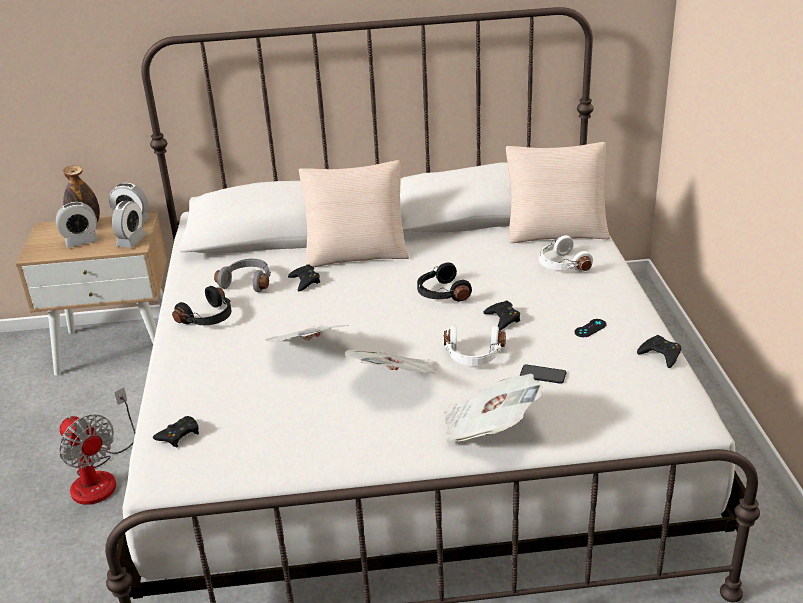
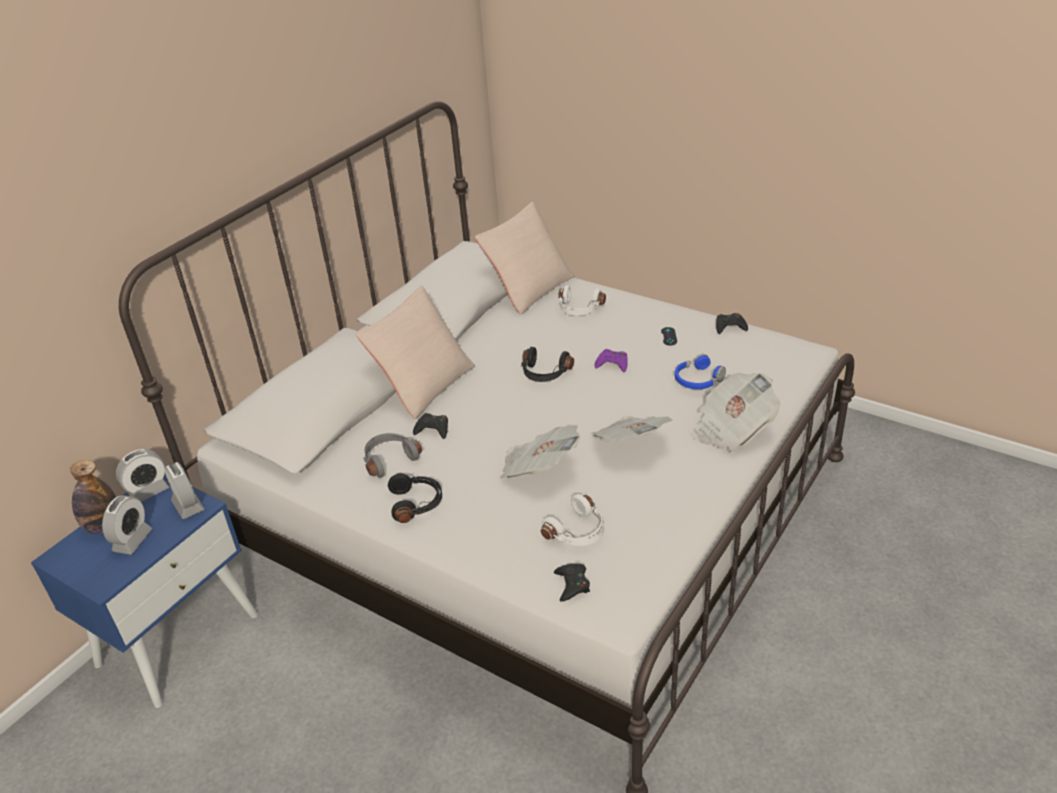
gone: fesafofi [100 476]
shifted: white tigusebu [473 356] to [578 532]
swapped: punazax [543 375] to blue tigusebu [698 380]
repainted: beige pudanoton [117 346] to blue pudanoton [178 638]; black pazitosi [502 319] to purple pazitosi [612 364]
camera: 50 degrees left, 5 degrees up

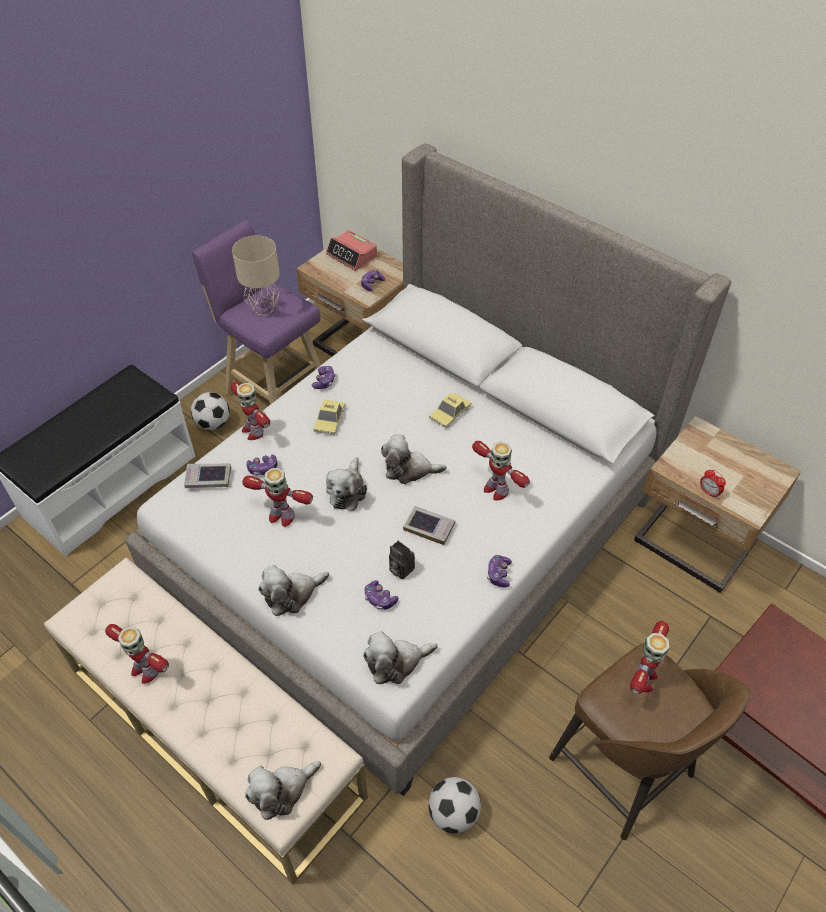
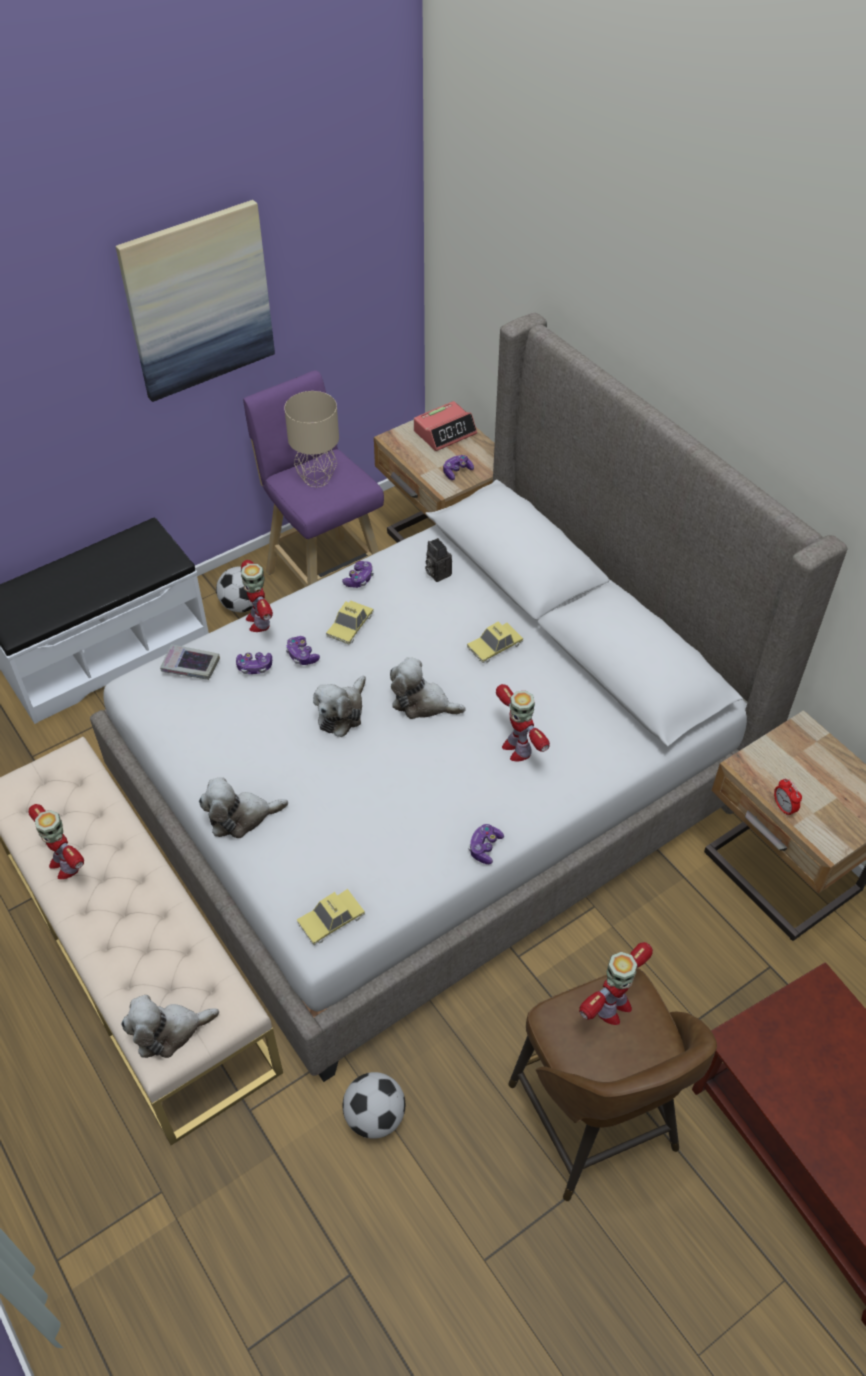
gone: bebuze [281 516]; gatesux [429 527]
new: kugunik [198 301]
shifted: pazitosi [380 599] to [302 655]; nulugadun [400 569] to [437 573]
swapped: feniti [396 662] to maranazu [331 920]
rotated: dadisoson [352 255] = [445 432] 90 degrees counterclockwise
camera: 15 degrees right, 0 degrees up

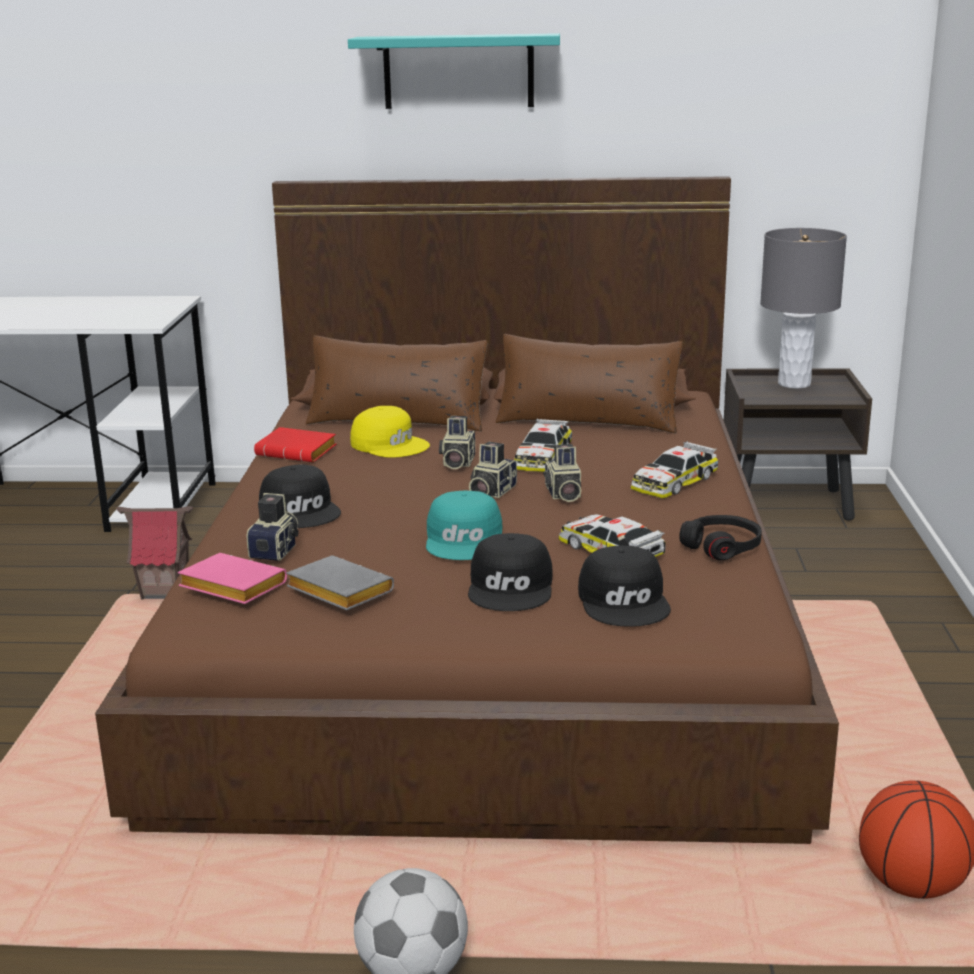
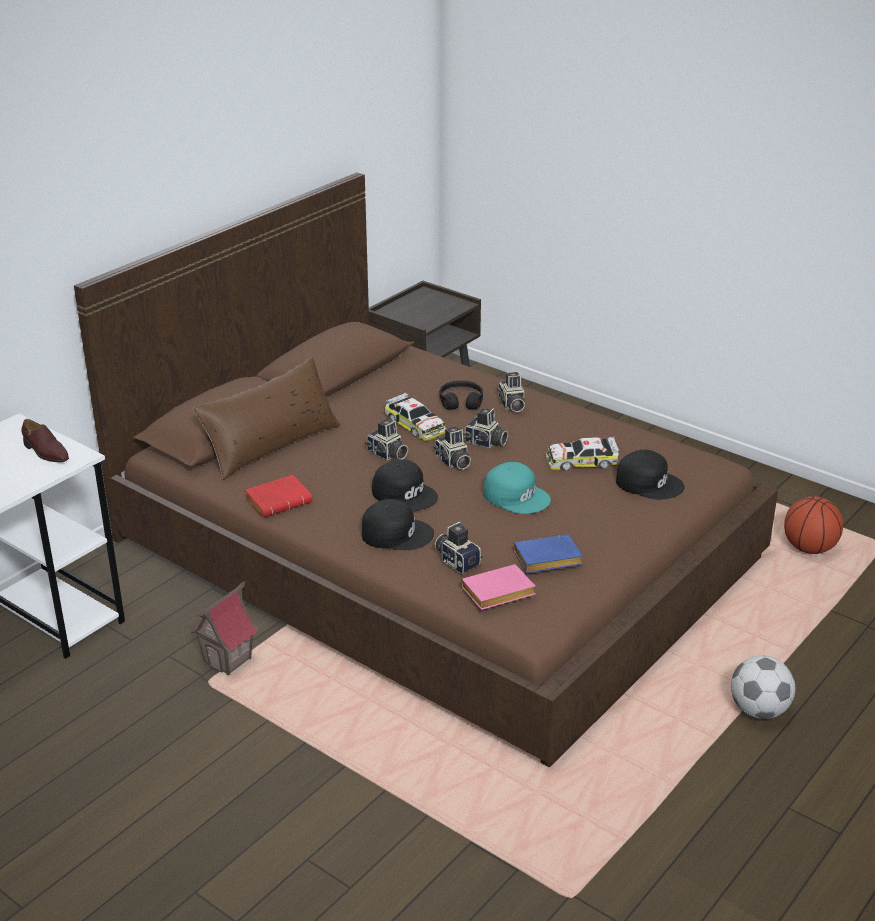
gone: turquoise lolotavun [458 71]; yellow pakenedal [390 444]; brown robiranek [587 421]; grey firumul [793 384]
new: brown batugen [45 452]
shifted: black pakenedal [512 587] to [405 493]; black tigusebu [722 547] to [461 401]
swapped: maranazu [674 482] to nulugadun [511 405]
repainted: grey gatesux [336 591] to blue gatesux [546 560]
camera: 55 degrees left, 10 degrees up

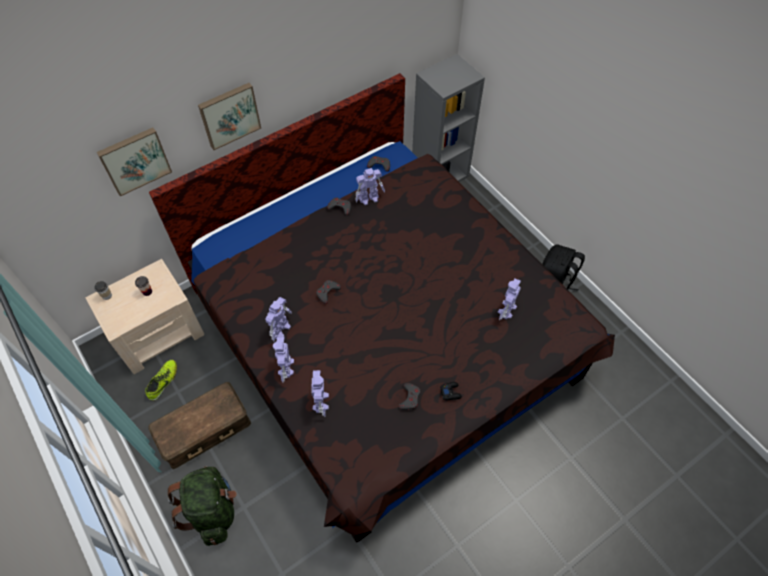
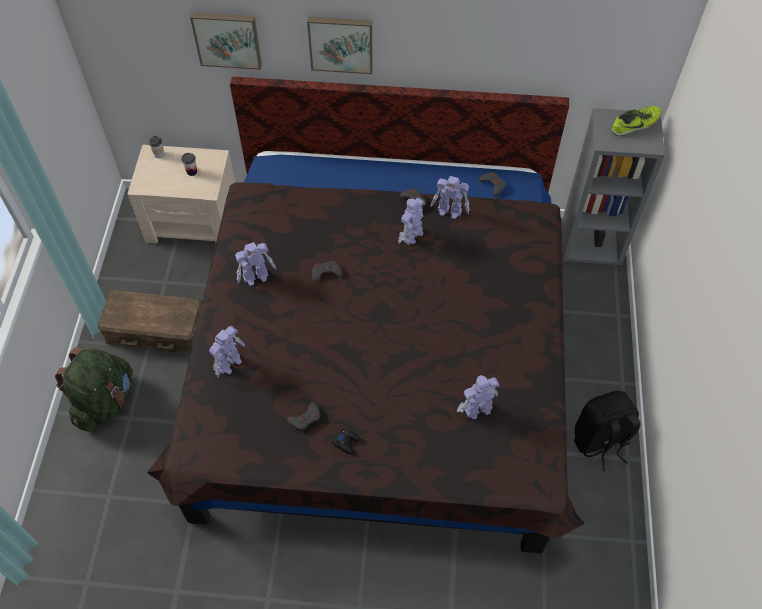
shifted: batugen [163 381] to [635 124]; bebuze [286 368] to [411 235]
camera: 40 degrees right, 0 degrees up

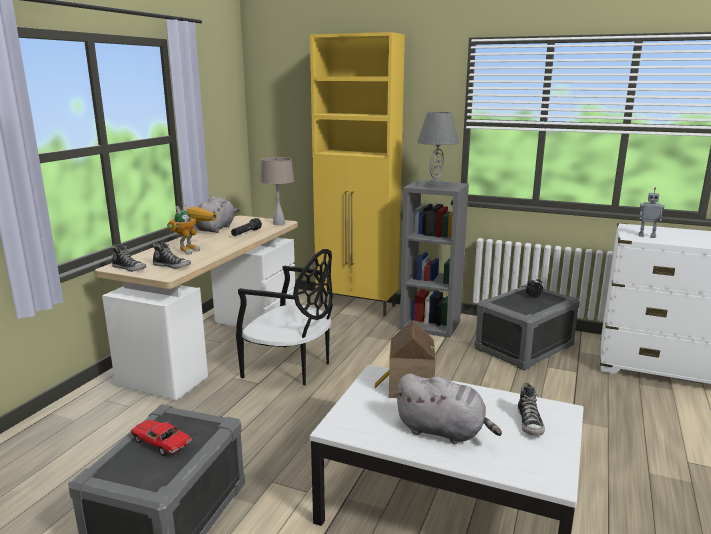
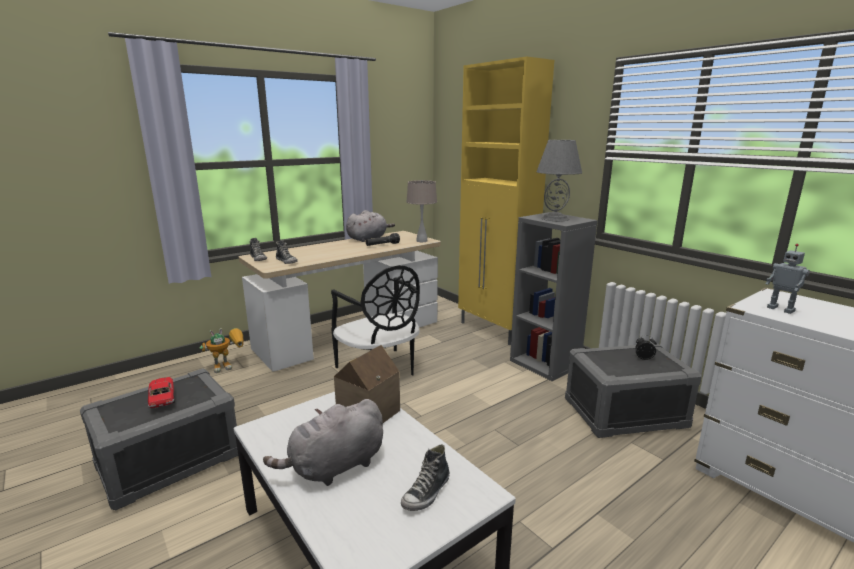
shifted: bebuze [192 249] to [229 365]
rotated: grey feniti [443 431] = [334 467] 90 degrees clockwise
camera: 30 degrees right, 0 degrees up

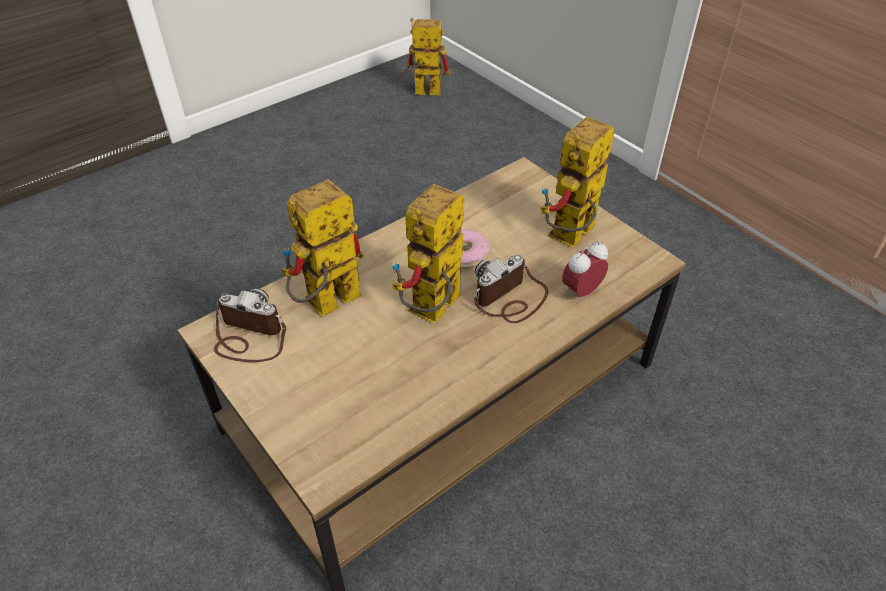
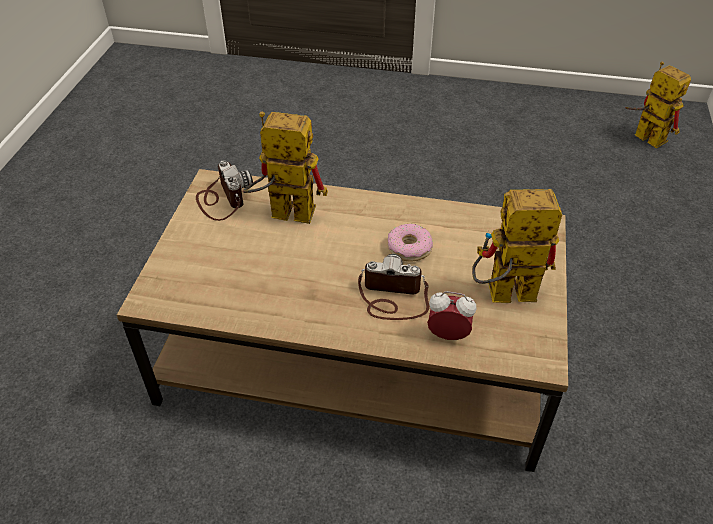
gone: bebuze [432 313]
camera: 50 degrees right, 0 degrees up

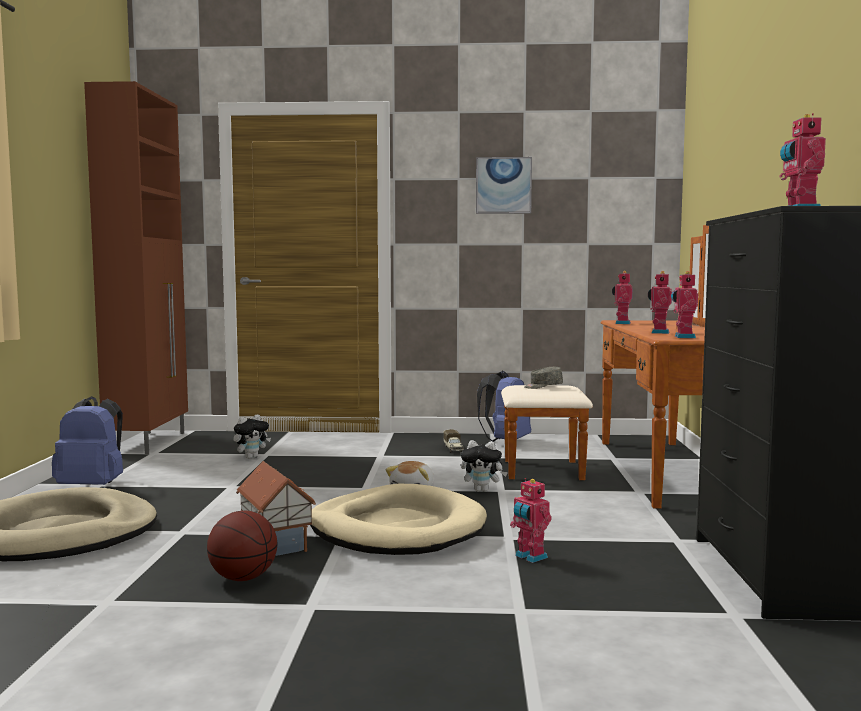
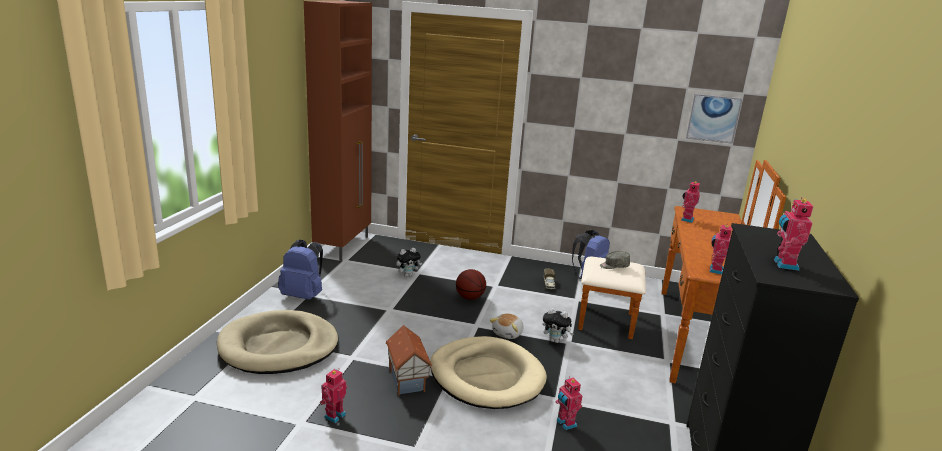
shifted: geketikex [243 578] to [470 298]; kugunik [503 185] to [713 118]; bebuze [658 332] to [334 415]
camera: 10 degrees right, 15 degrees up

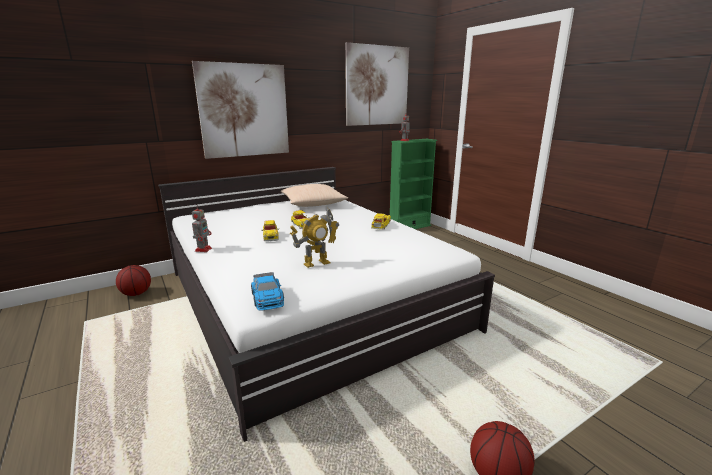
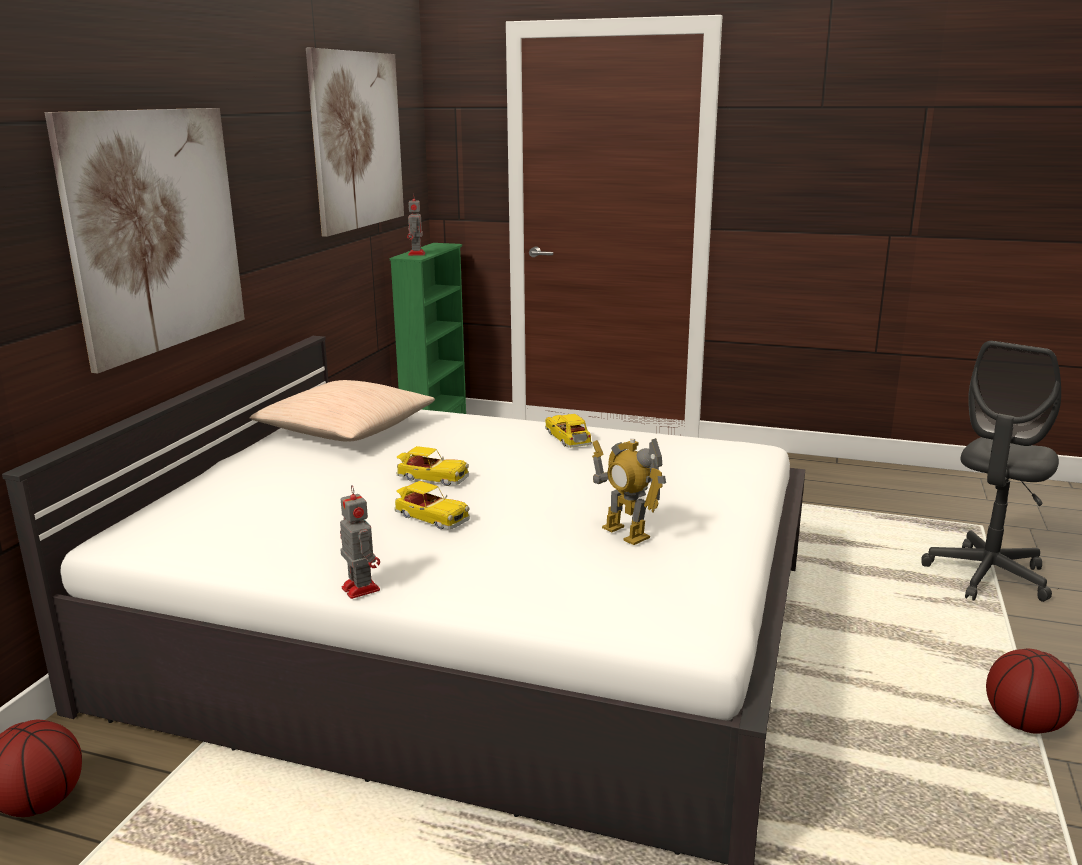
gone: maranazu [267 298]
new: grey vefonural [987 576]
rotated: bebuze [316 263] = [625 533] 120 degrees clockwise
camera: 40 degrees left, 0 degrees up

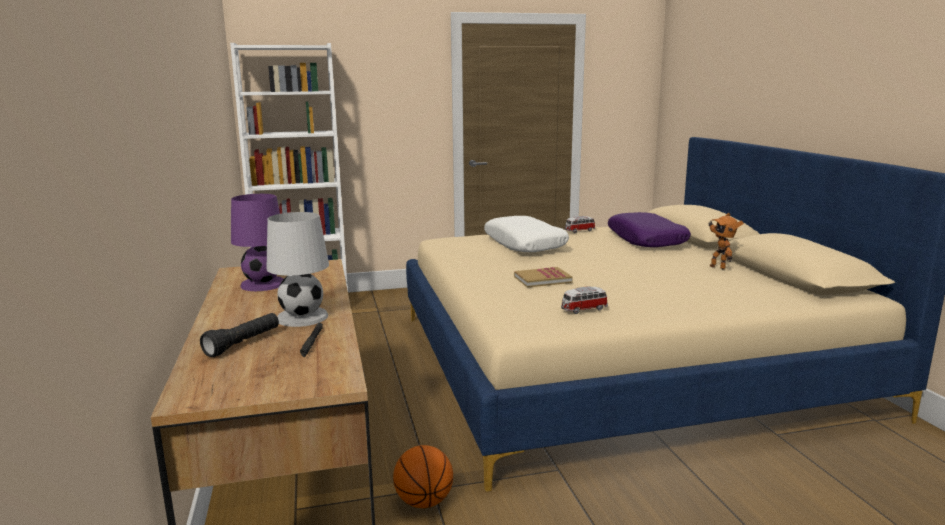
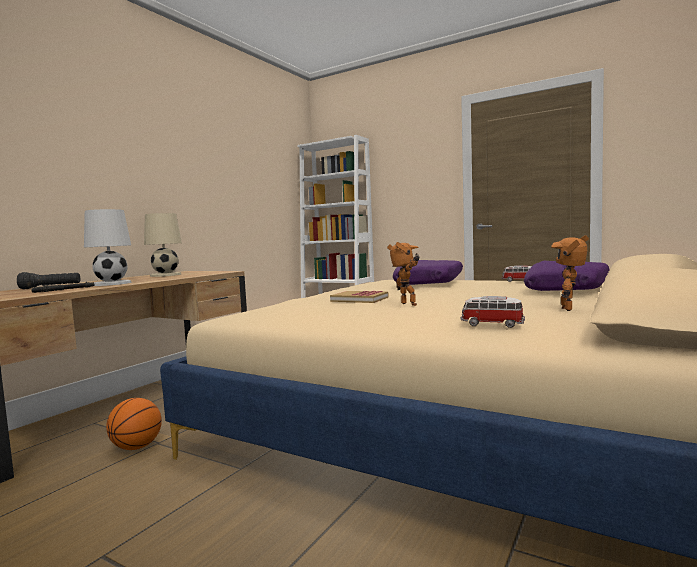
new: bebuze [406 305]
shifted: maranazu [583 309] to [491 325]
repainted: purple firumul [262 284] to beige firumul [165 275]; white robiranek [525 244] to purple robiranek [430 283]
camera: 45 degrees right, 10 degrees down

